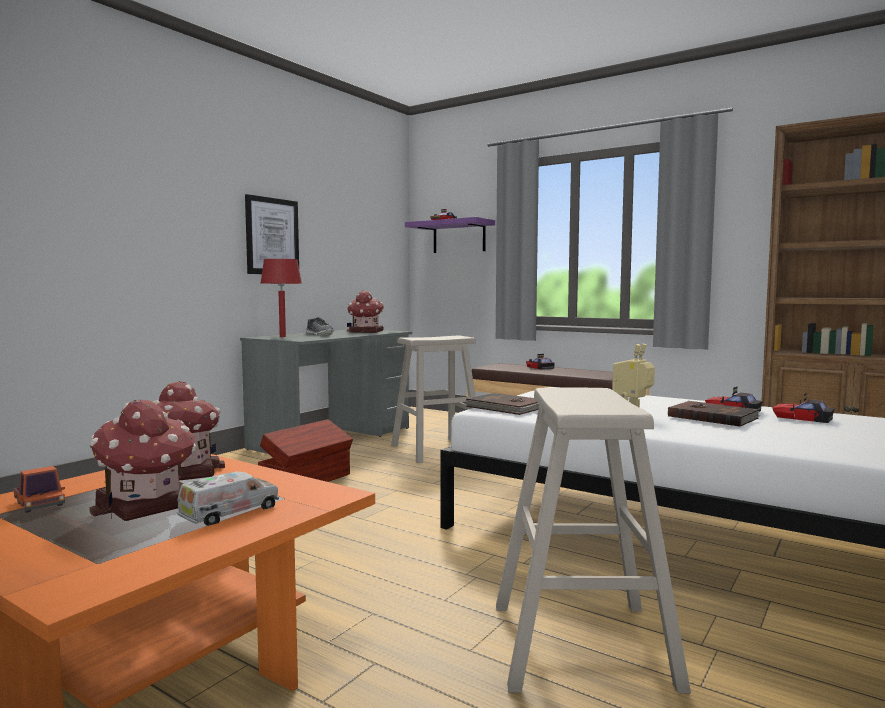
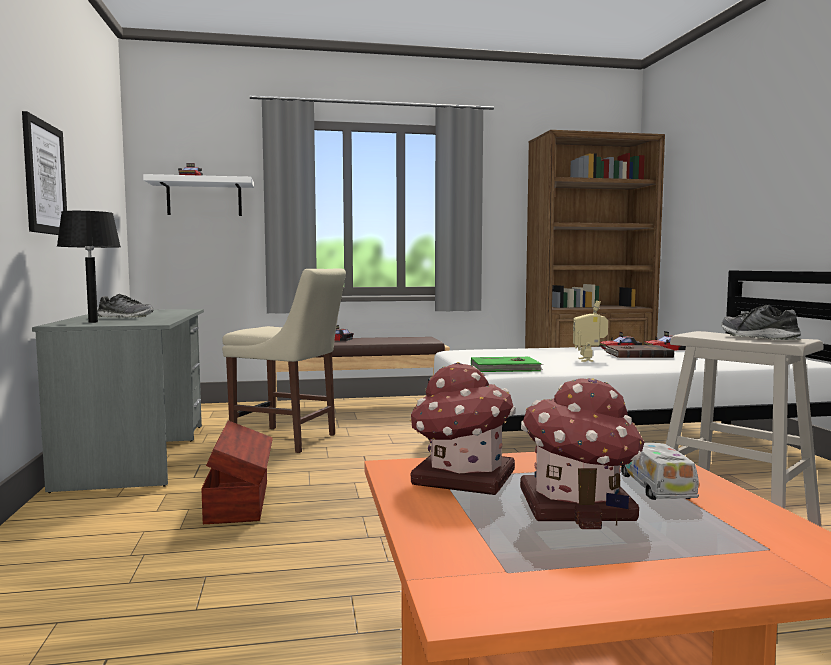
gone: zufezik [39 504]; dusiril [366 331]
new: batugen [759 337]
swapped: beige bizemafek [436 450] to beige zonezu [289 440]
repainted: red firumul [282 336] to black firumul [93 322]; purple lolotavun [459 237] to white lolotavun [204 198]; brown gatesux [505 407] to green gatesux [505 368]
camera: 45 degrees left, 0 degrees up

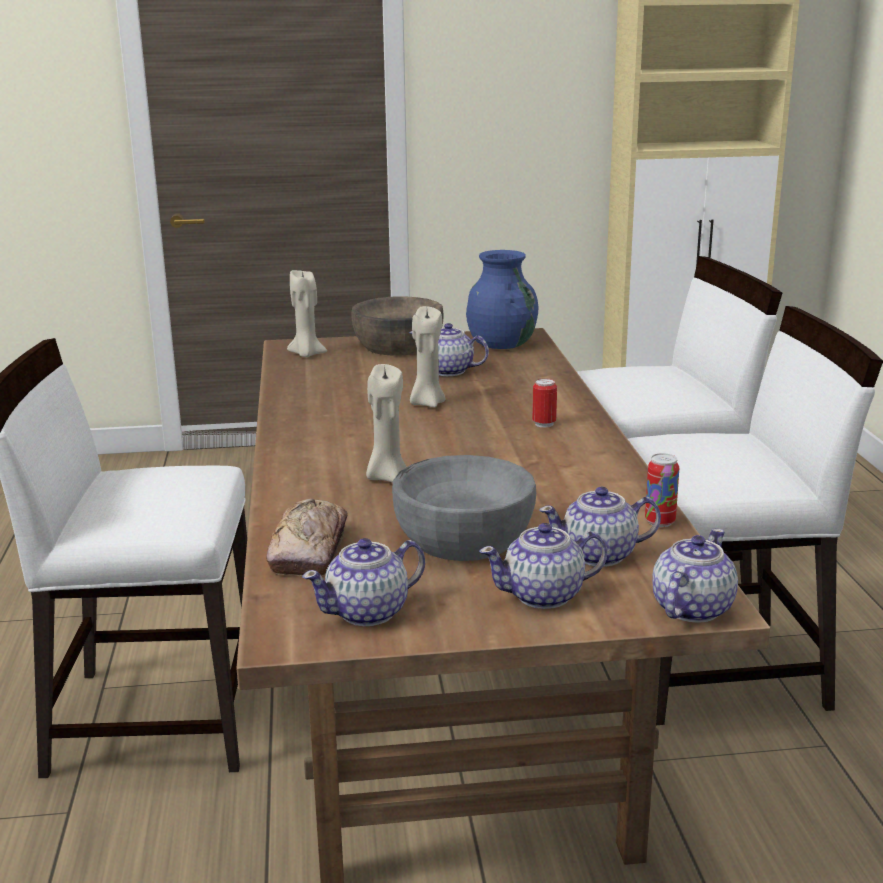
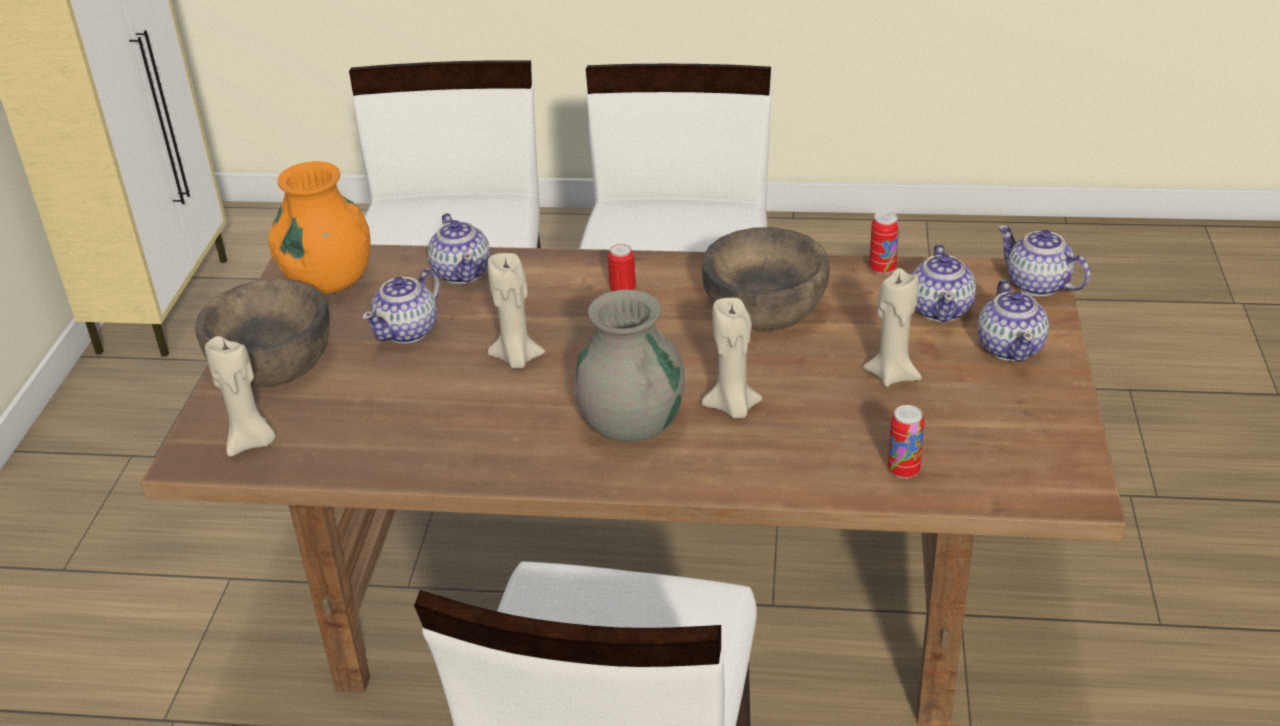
new: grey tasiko [631 423]; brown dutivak [765 305]
shifted: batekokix [368 612] to [462 272]
swapped: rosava [309 550] to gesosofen [903 470]; grey dutivak [463 537] to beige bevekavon [892 375]
repainted: blue tasiko [501 344] to orange tasiko [329 280]
camera: 75 degrees left, 15 degrees up

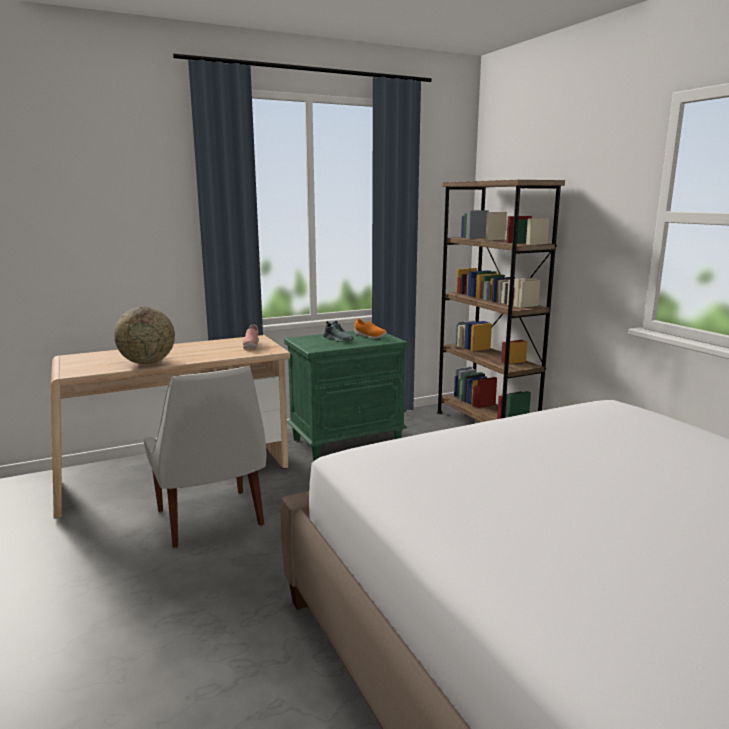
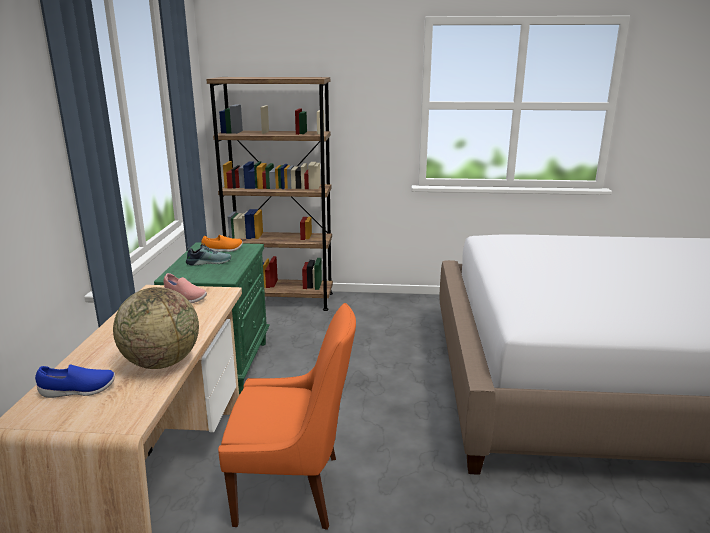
new: blue batugen [78 391]
repainted: white zonezu [211 520] to orange zonezu [293 489]
camera: 60 degrees left, 5 degrees up

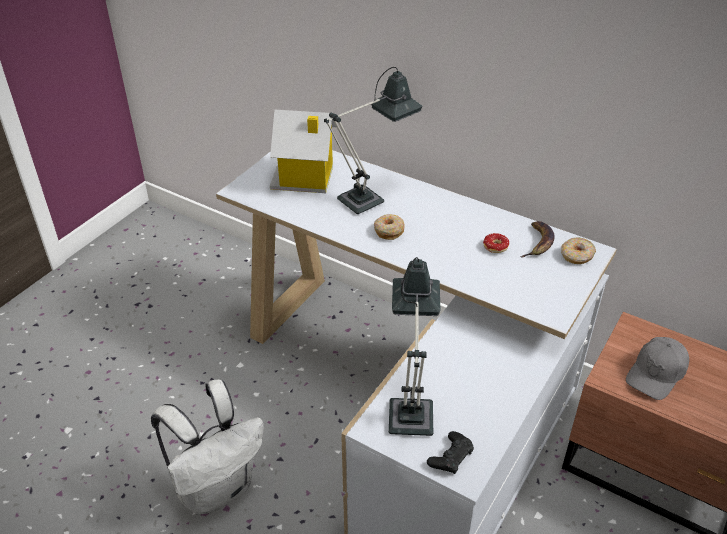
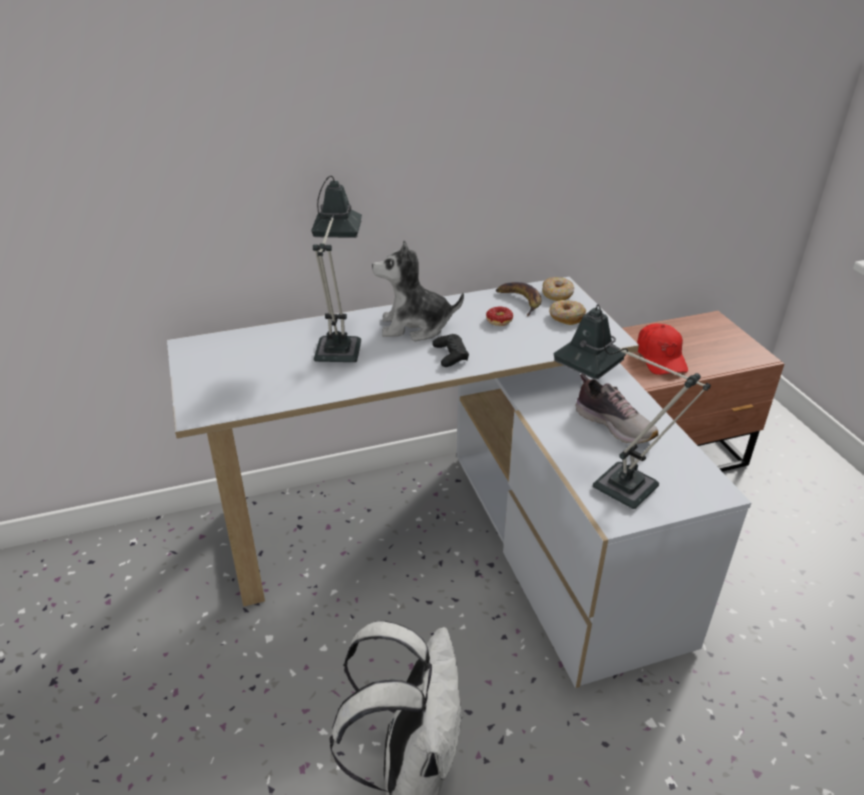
gone: dusiril [305 178]
new: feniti [415 326]; batugen [614 424]
shifted: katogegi [388 231] to [566 317]; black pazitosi [451 457] to [450 355]
repainted: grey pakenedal [656 373] to red pakenedal [660 357]
camera: 50 degrees left, 5 degrees down

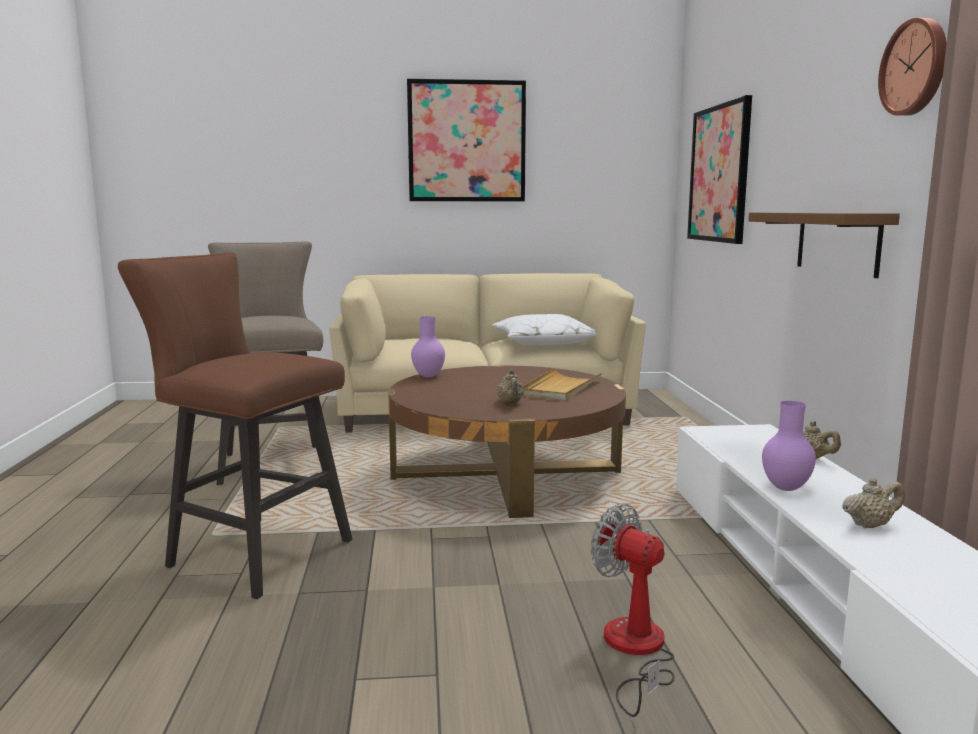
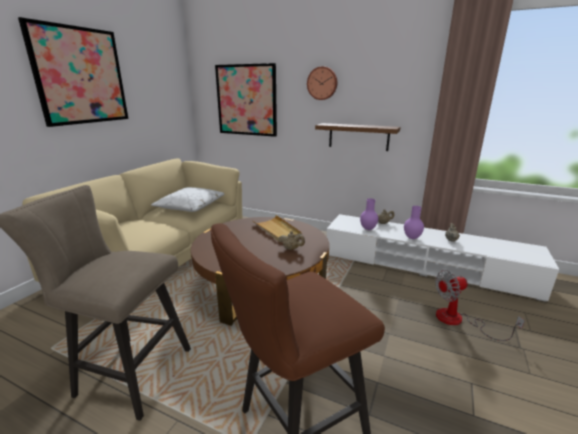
shifted: purple tasiko [427 376] to [368 229]; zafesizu [916 67] to [322 83]
camera: 60 degrees left, 10 degrees up

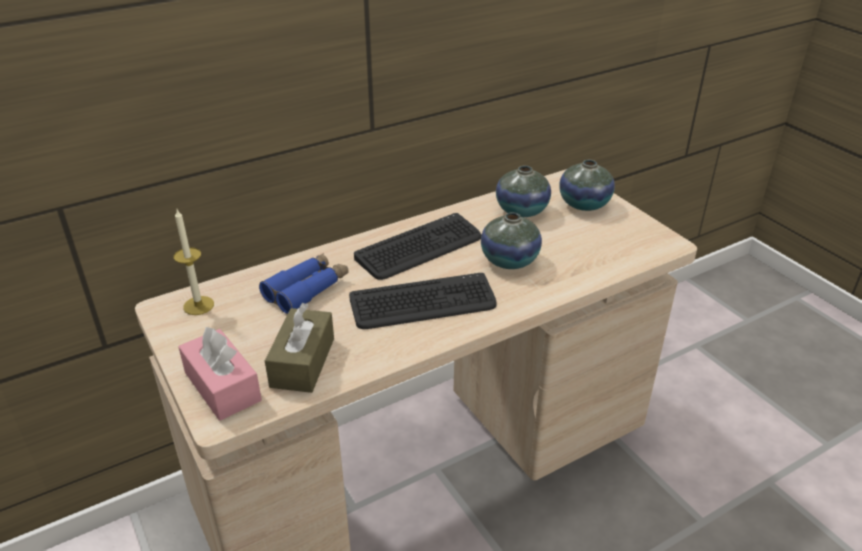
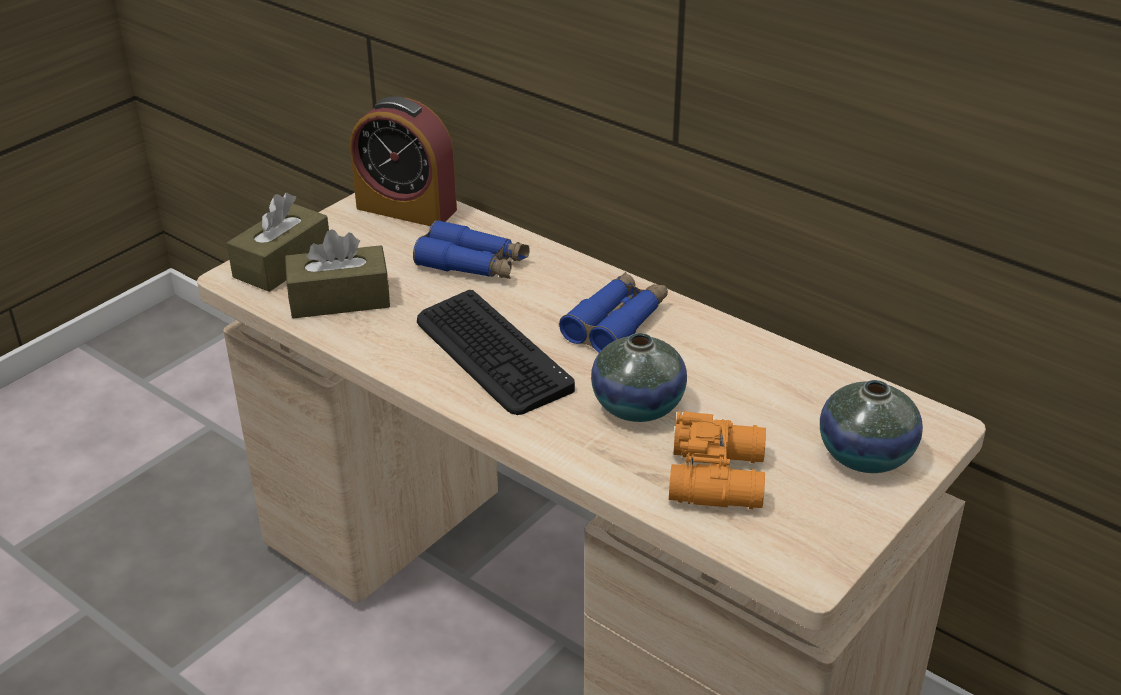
gone: tasiko [521 210]
new: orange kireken [720 476]
swapped: bevekavon [198 305] to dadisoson [406 208]; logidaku [420 248] to blue kireken [616 323]
repainted: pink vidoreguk [222 386] to brown vidoreguk [282 263]
camera: 70 degrees right, 0 degrees up

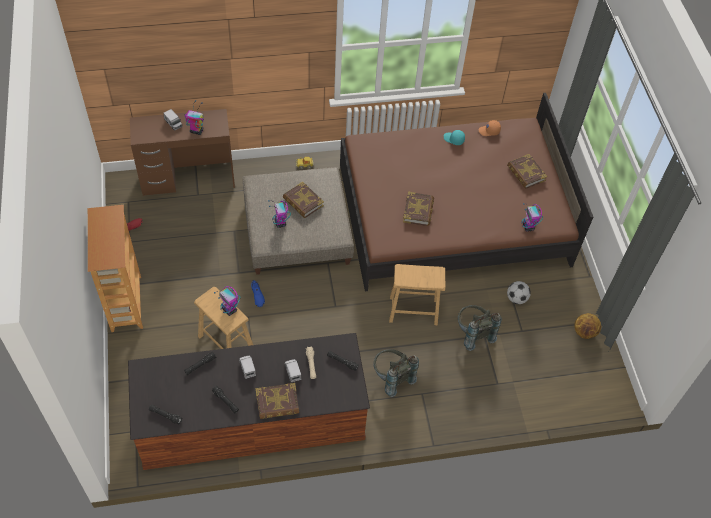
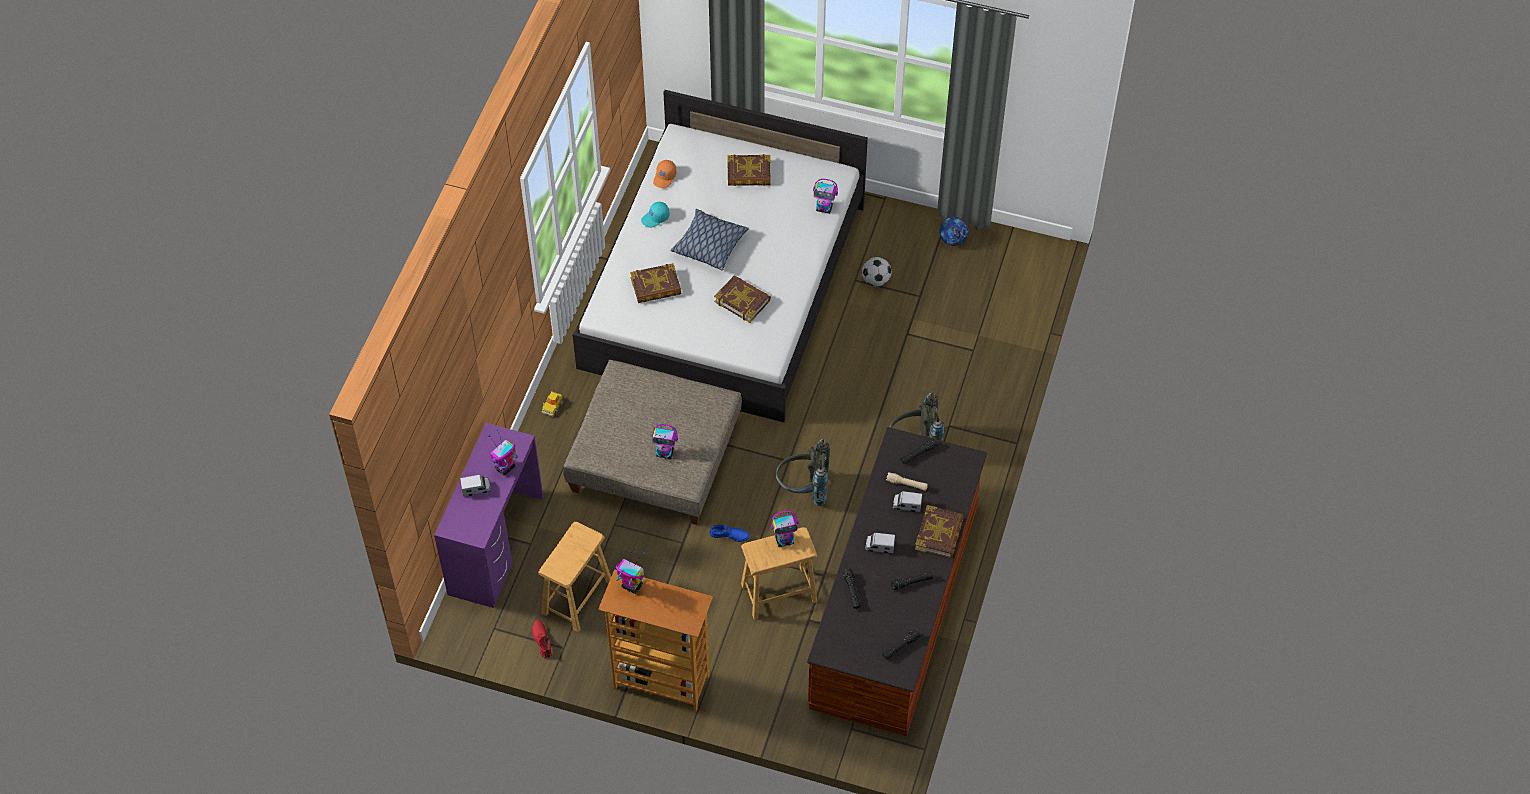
new: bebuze [631 586]; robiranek [709 245]
shifted: gatesux [303 202] to [656 287]; brown bizemafek [413 310] to [577 597]; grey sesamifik [472 334] to [803 489]
swapped: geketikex [584 332] to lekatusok [953 240]
repainted: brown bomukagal [188 178] to purple bomukagal [495 545]; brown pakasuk [452 214] to white pakasuk [723 286]
camera: 60 degrees left, 0 degrees up

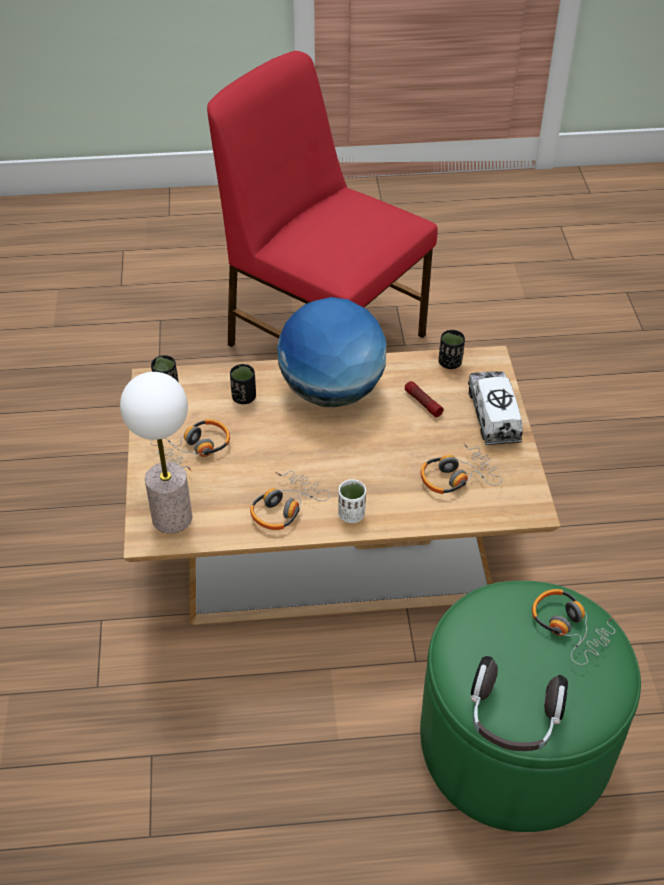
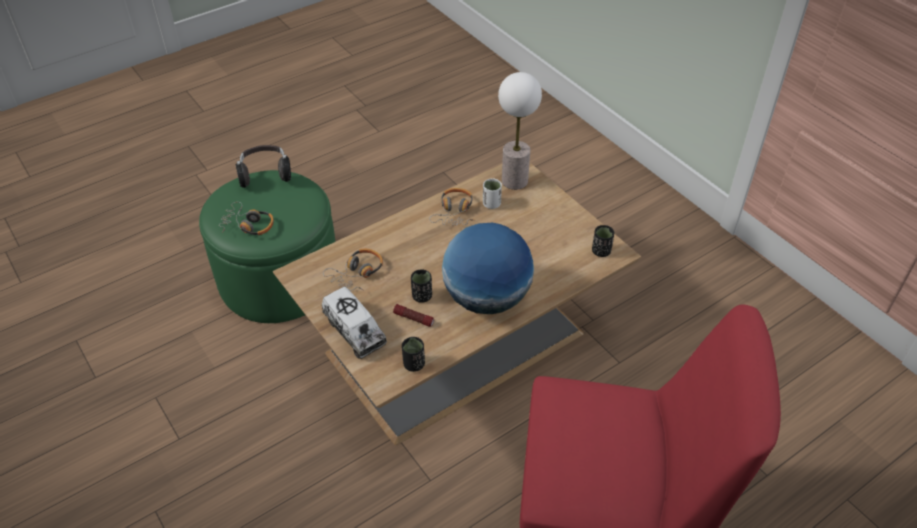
gone: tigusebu [195 450]
shifted: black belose [244 398] to [422 296]; white belose [351 515] to [491 204]
camera: 150 degrees right, 0 degrees up

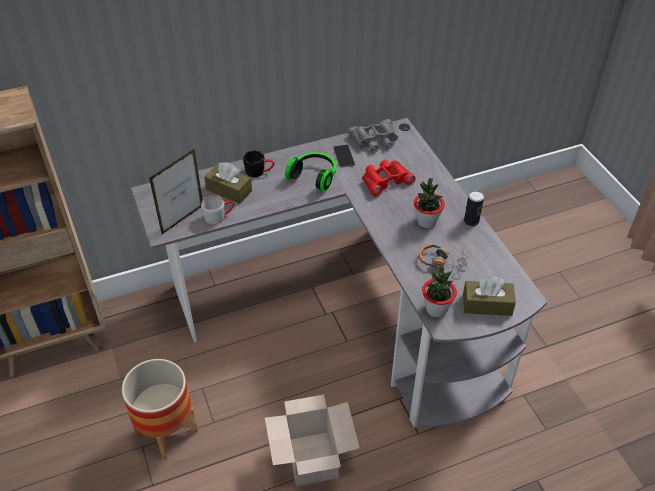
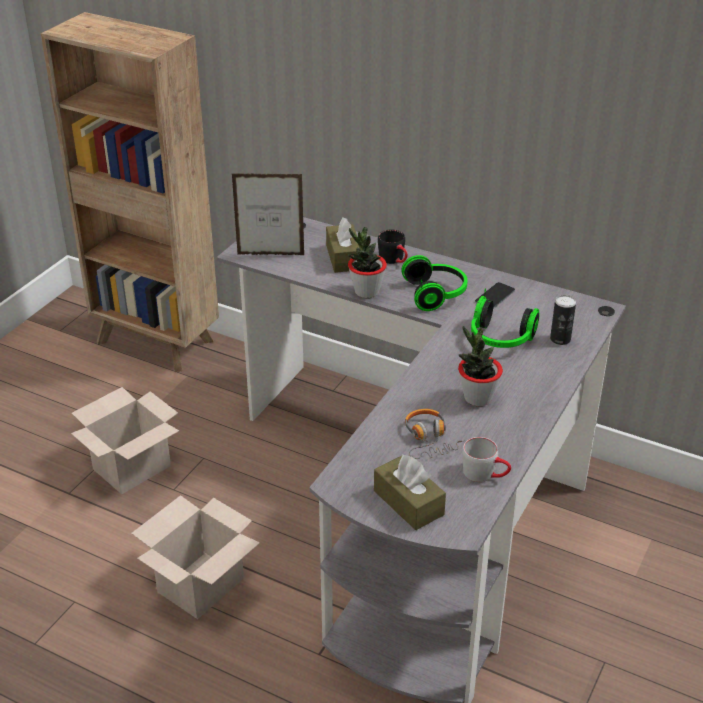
gone: grey kireken [375 140]
shifted: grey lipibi [219 216] to [485 474]; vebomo [436 309] to [366 292]; gesosofen [471 221] to [560 339]
swapped: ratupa [167 432] to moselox [132 466]; red kireken [385 180] to tigusebu [500 339]
camera: 50 degrees right, 10 degrees down

